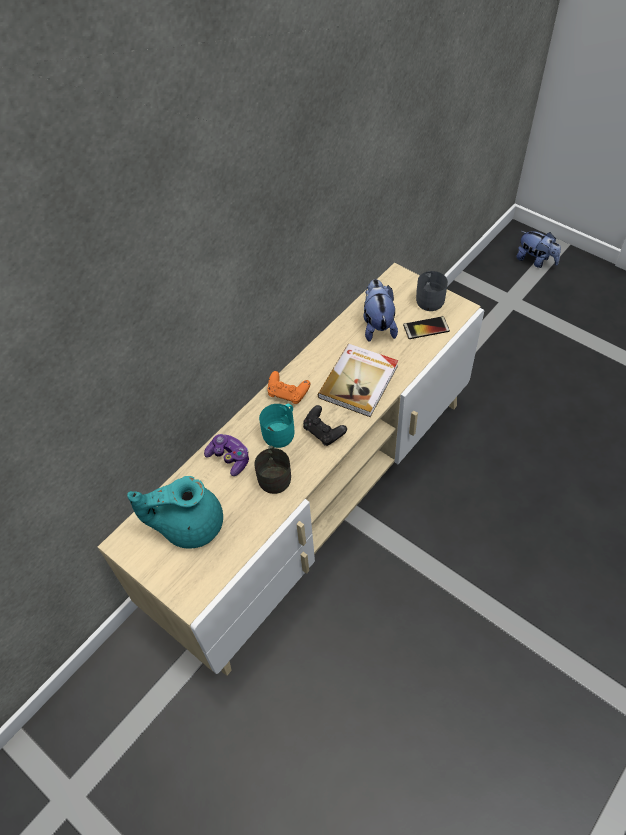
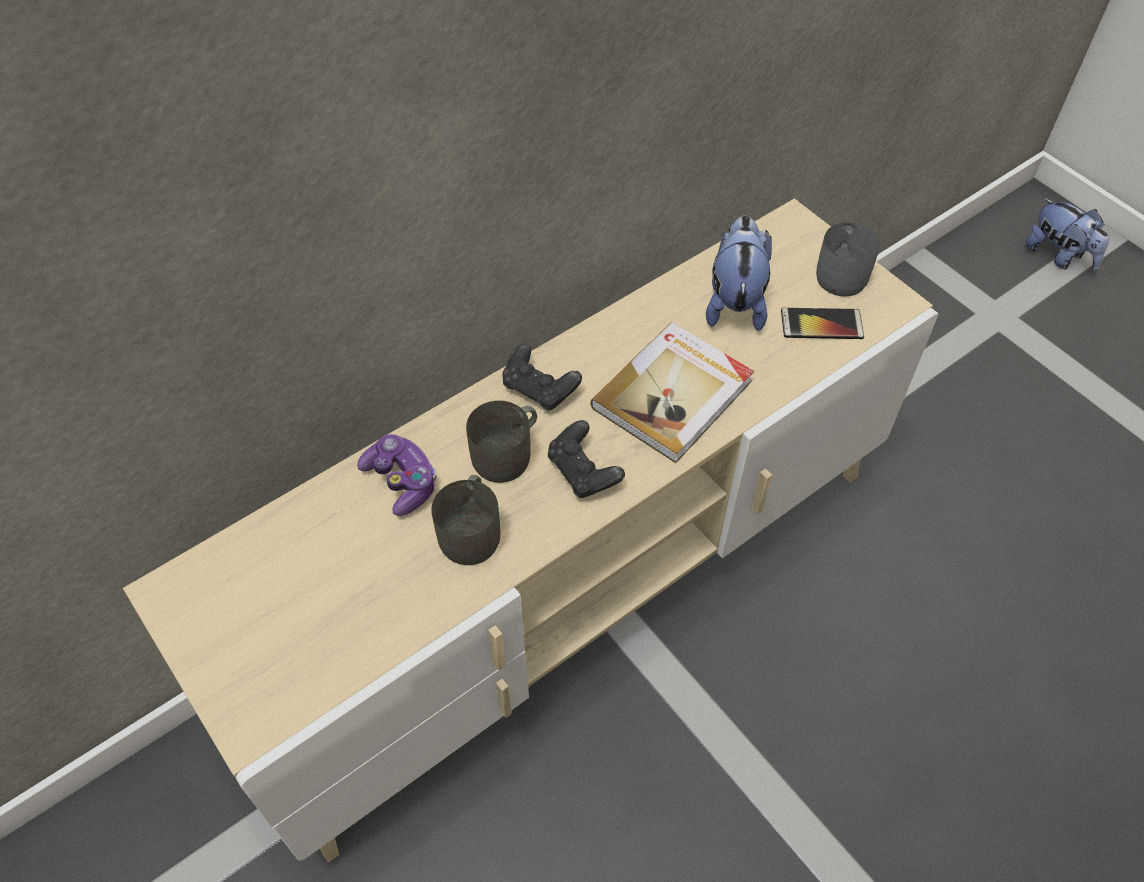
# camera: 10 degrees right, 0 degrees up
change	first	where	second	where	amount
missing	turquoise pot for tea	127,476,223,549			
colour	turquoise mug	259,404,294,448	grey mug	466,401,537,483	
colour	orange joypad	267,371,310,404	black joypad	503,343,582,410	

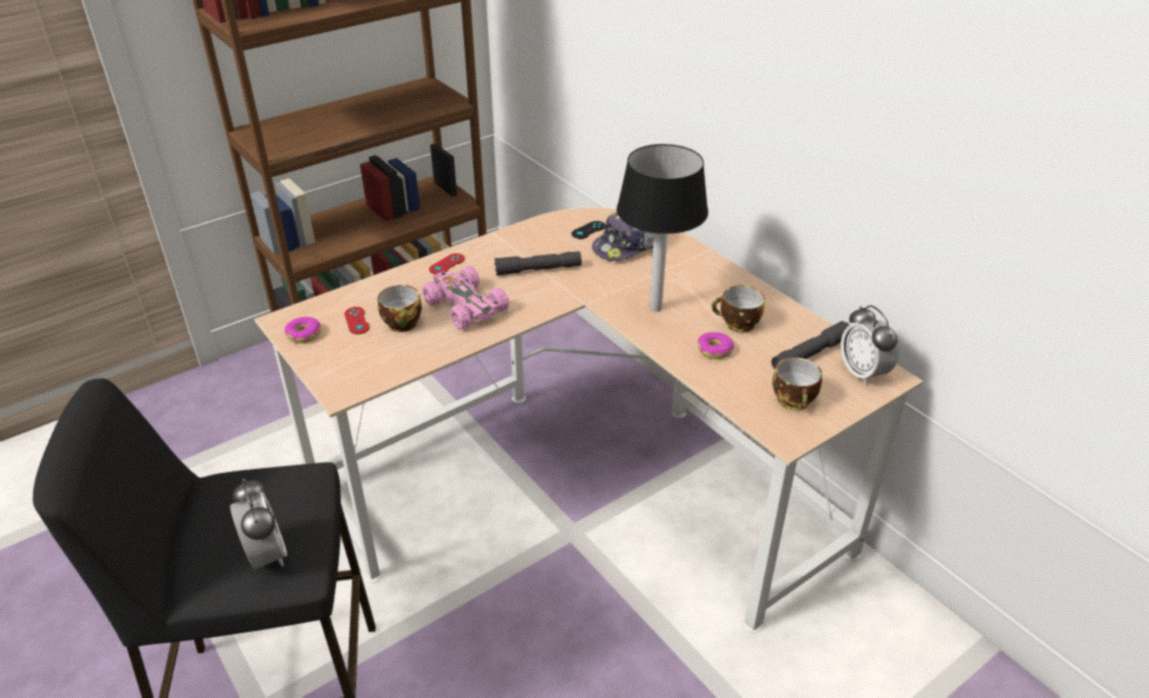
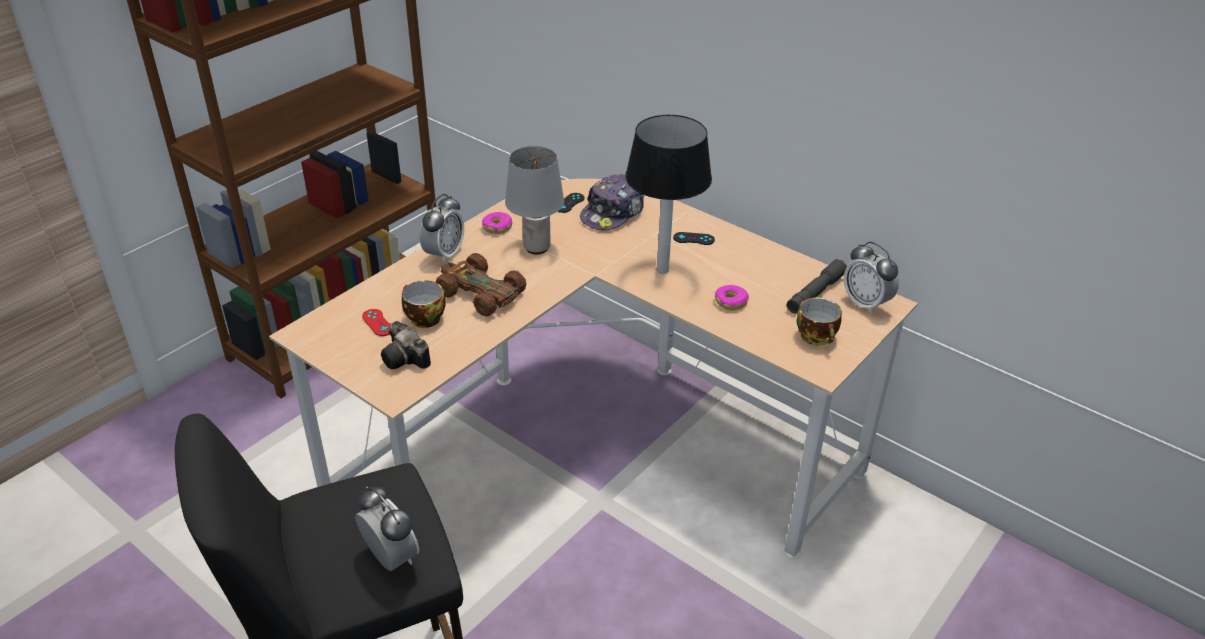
# camera: 15 degrees left, 0 degrees up
change	first	where	second	where	amount
relocated	doughnut	284,317,321,343		482,212,512,234	
colour	pink-coloured miniature car	422,266,509,329	brown miniature car	436,253,526,316	
exchanged	red joypad	429,253,465,274	alarm clock	420,194,464,264	
exchanged	grey hand torch	495,251,582,275	grey lamp for a table	505,146,564,254	
missing	small cup	712,285,765,333			
appeared			still camera	381,321,431,369	
appeared			black joypad	673,232,715,245	

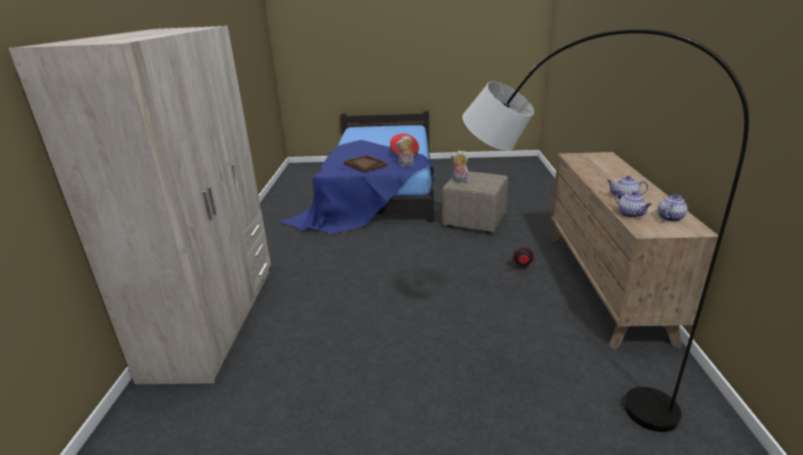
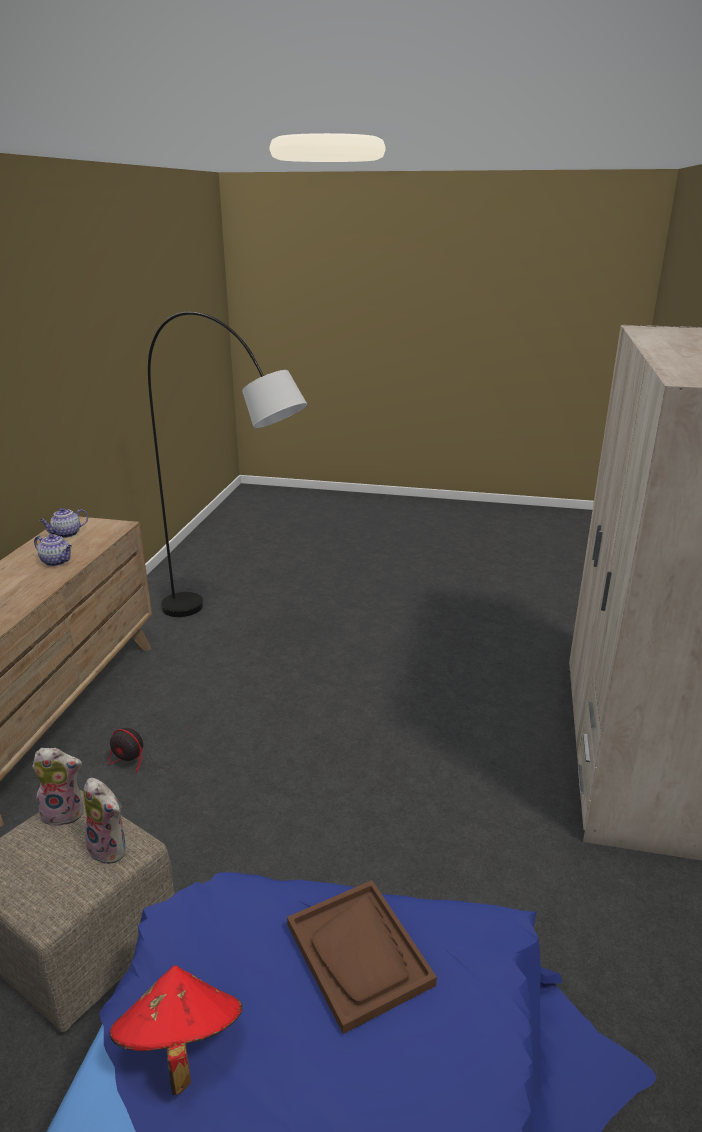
# camera: 170 degrees left, 0 degrees up
change	first	where	second	where	amount
relocated	plush toy	395,136,414,167		32,748,84,827	
missing	pot for tea	615,191,652,218			

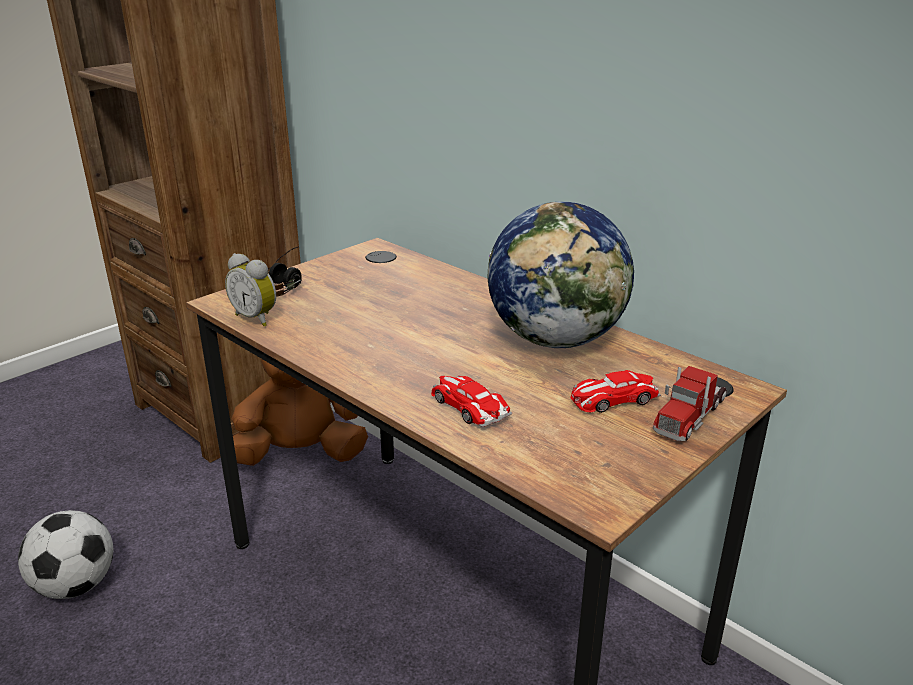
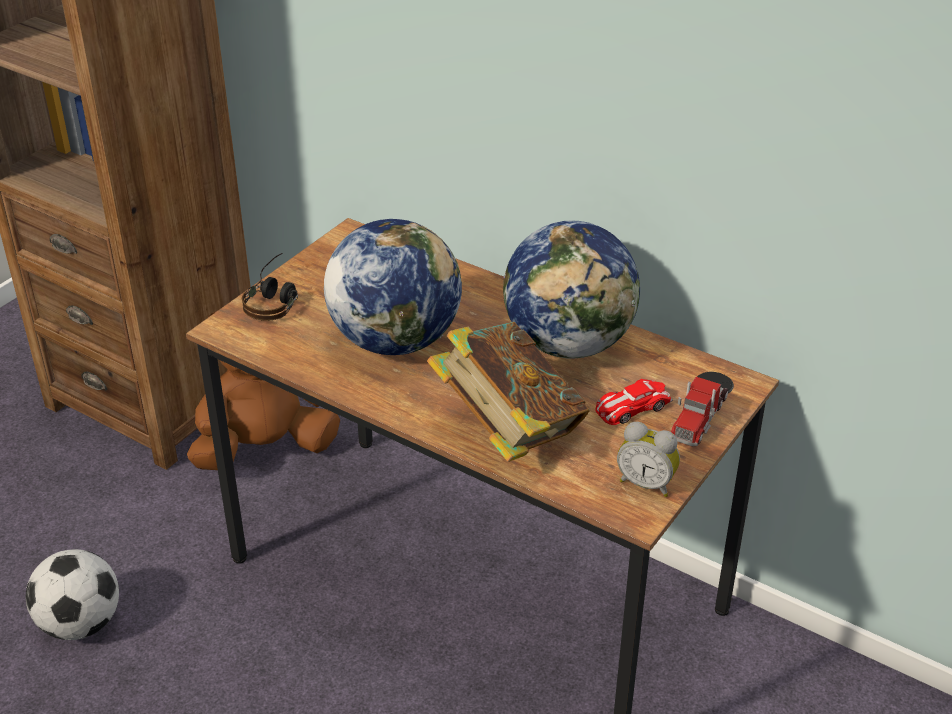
# camera: 10 degrees left, 10 degrees up
change	first	where	second	where	amount
relocated	alarm clock	225,253,276,326		617,422,680,497	
exchanged	miniature car	431,375,512,427	volume	427,322,590,462	
appeared			world globe	324,219,462,355	

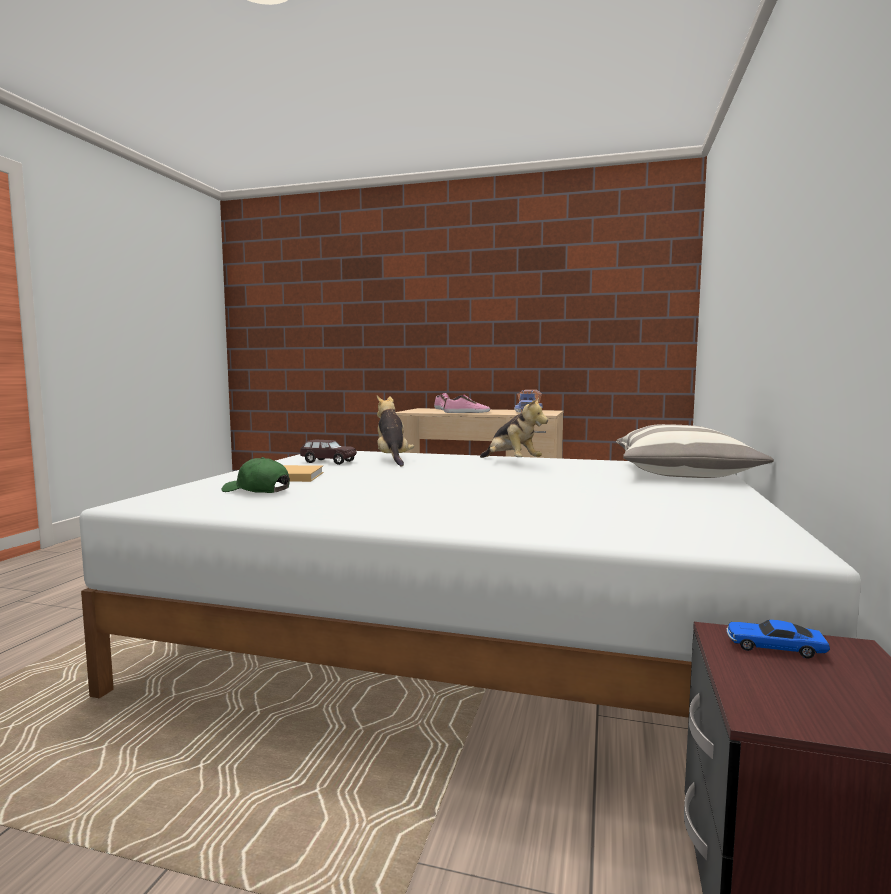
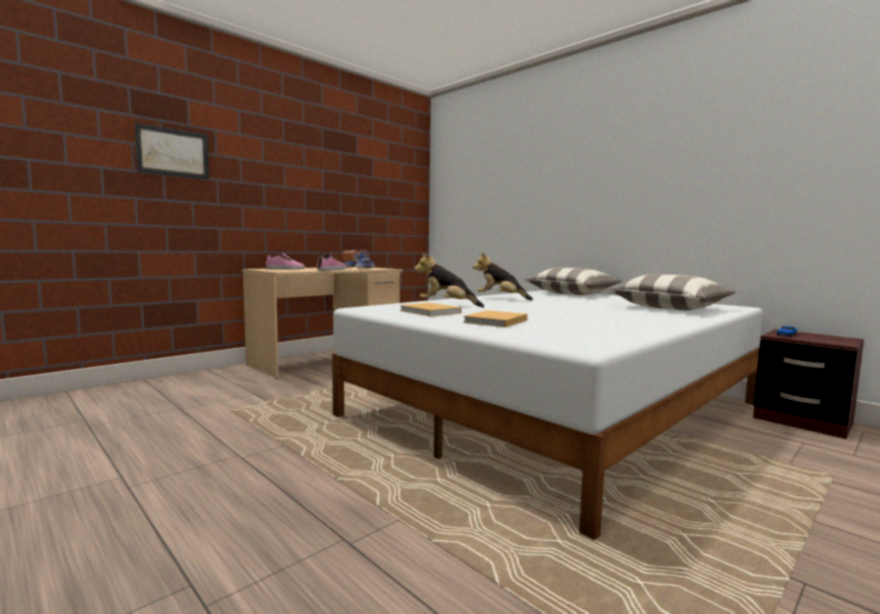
# camera: 60 degrees left, 0 degrees up
change	first	where	second	where	amount
missing	green-coloured baseball cap	221,457,290,493			
exchanged	brown miniature car	300,440,357,465	beige-coloured volume	400,303,461,317	
spun	plush toy	480,397,548,458		473,252,533,300	150 degrees counterclockwise
appeared			picture	134,123,209,180	
appeared			cushion	608,274,736,310	

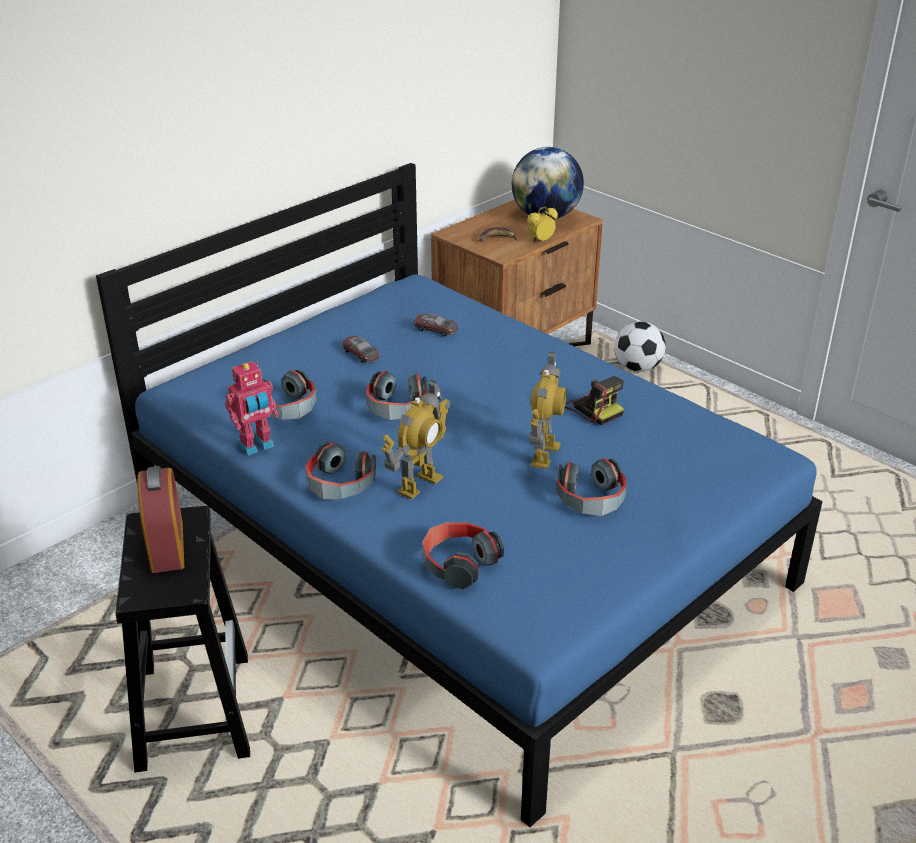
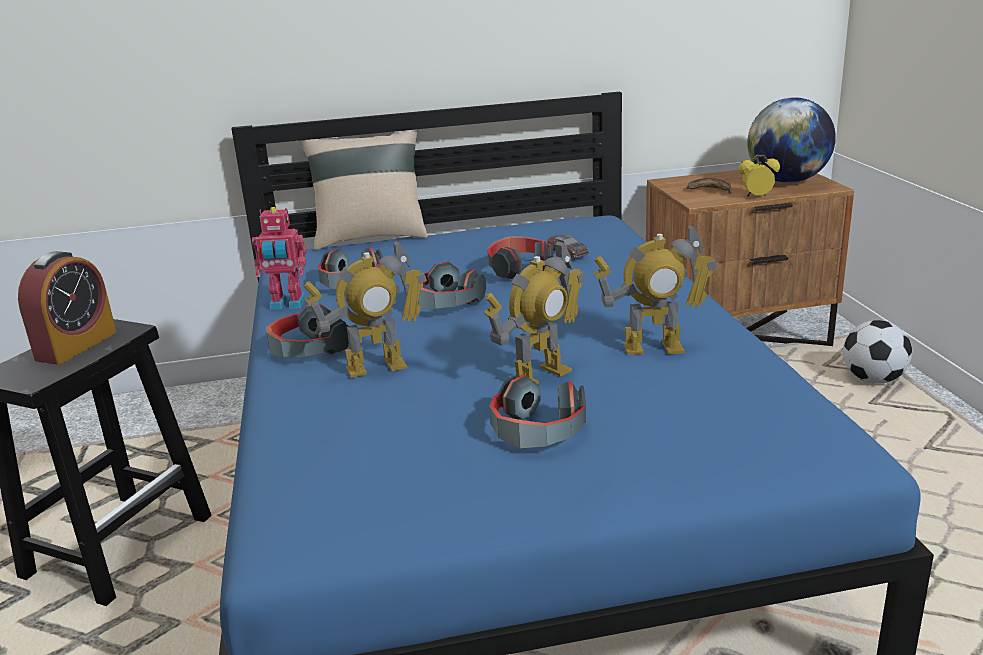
# camera: 35 degrees right, 10 degrees down
change	first	where	second	where	amount
missing	miniature car	342,336,380,363			
relocated	headset	422,522,504,589		487,236,553,279	
exchanged	still camera	565,376,624,425	model robot	594,223,717,355	
appeared			beige-coloured cushion	299,129,428,250	

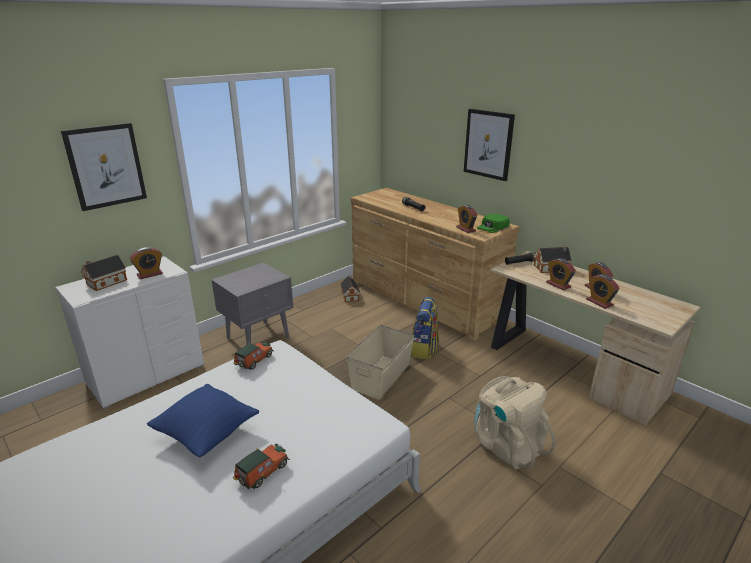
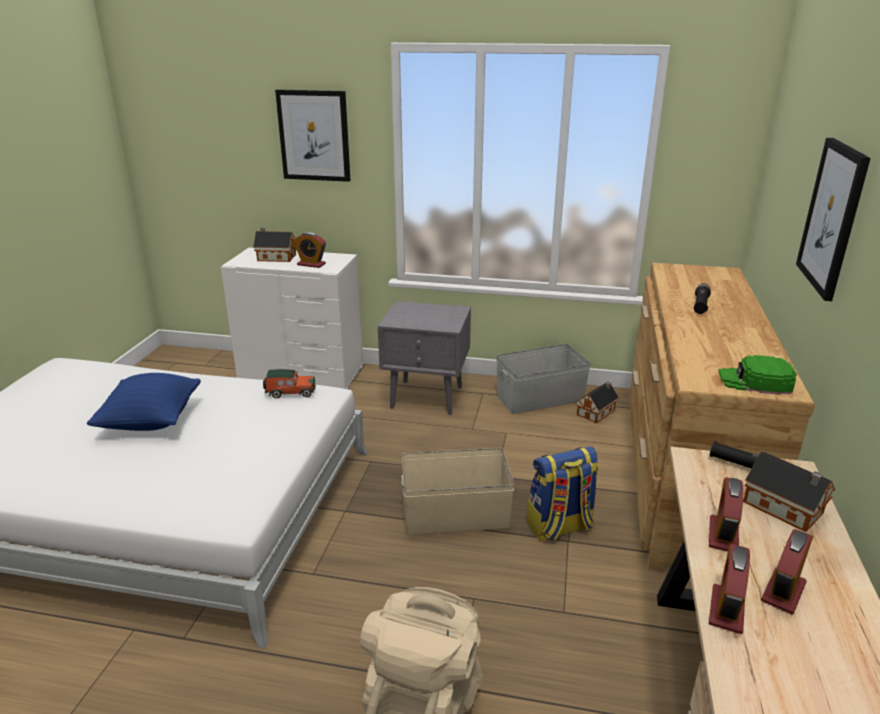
# camera: 55 degrees right, 0 degrees up
change	first	where	second	where	amount
missing	miniature car	233,444,290,489			
missing	alarm clock	456,205,477,233			
appeared			grey storage container	496,344,591,414	

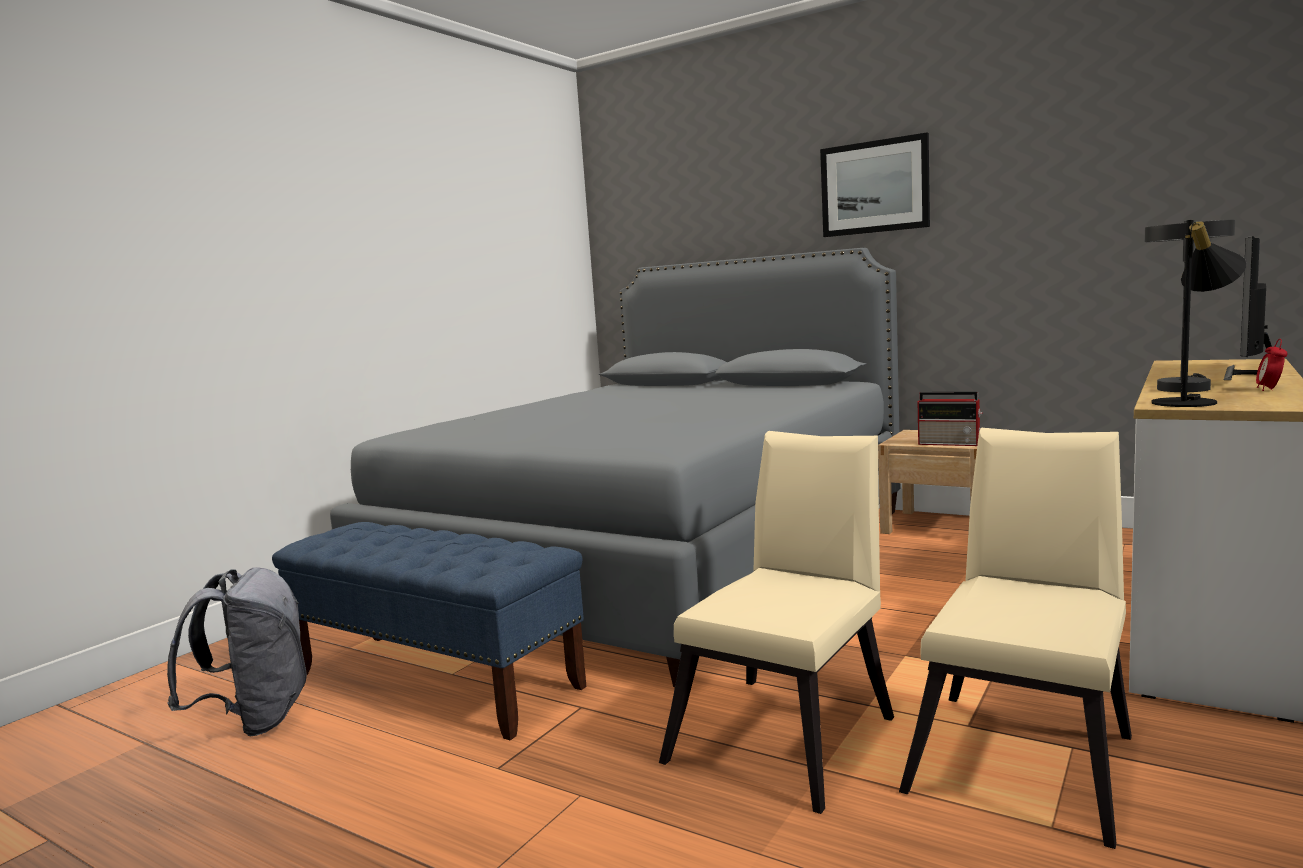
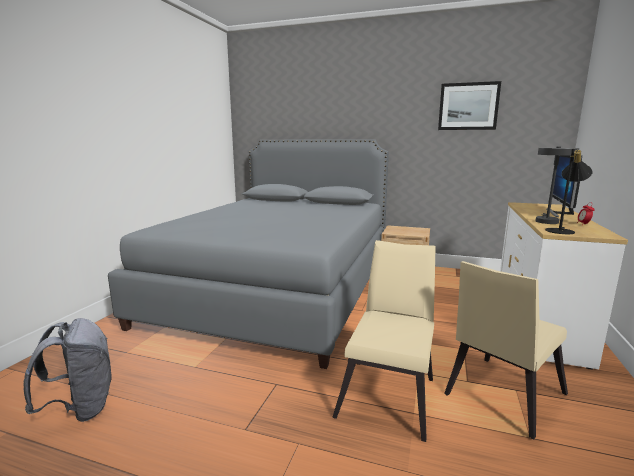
# camera: 15 degrees left, 5 degrees up
change	first	where	second	where	amount
missing	blue long seat	272,522,586,740			
relocated	picture	820,132,930,237		438,81,501,130	
spun	beige-coloured upright chair	899,428,1132,849		444,261,568,439	150 degrees counterclockwise
missing	radio receiver	918,392,983,446			

